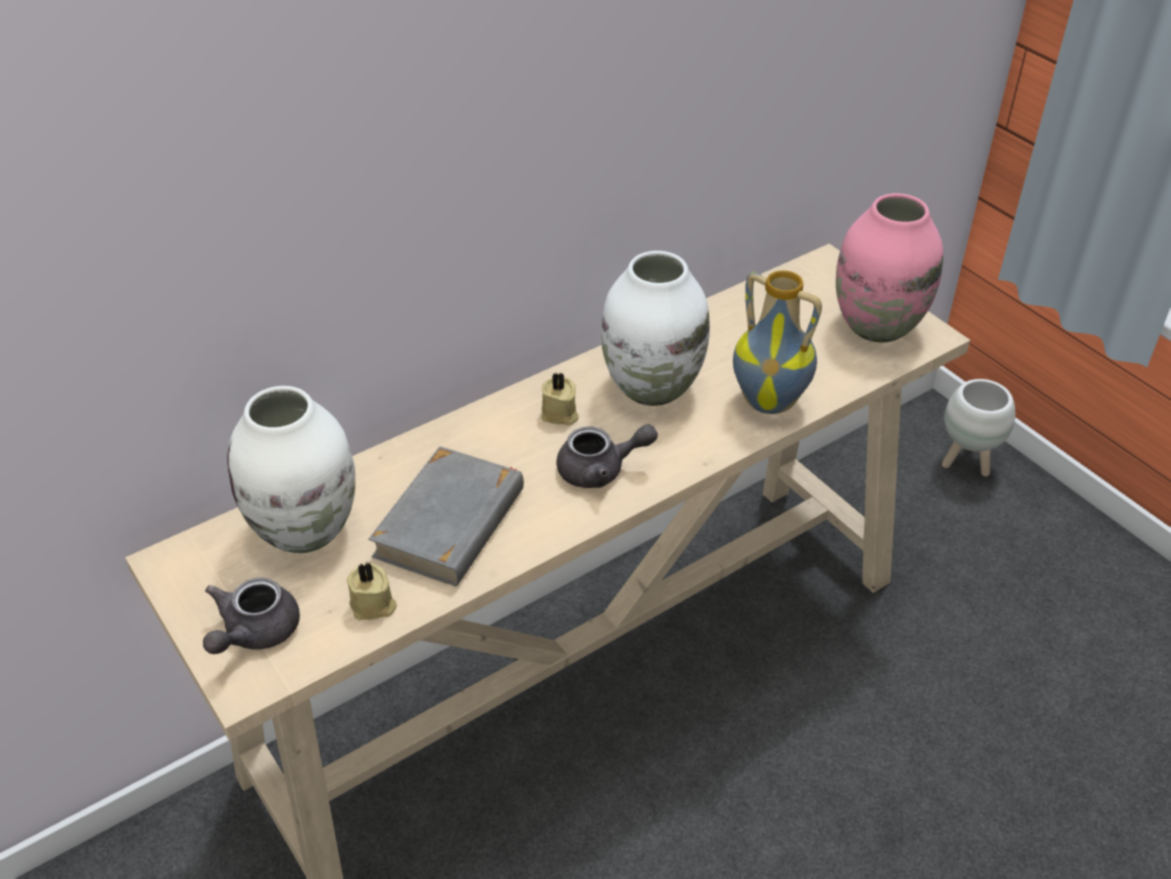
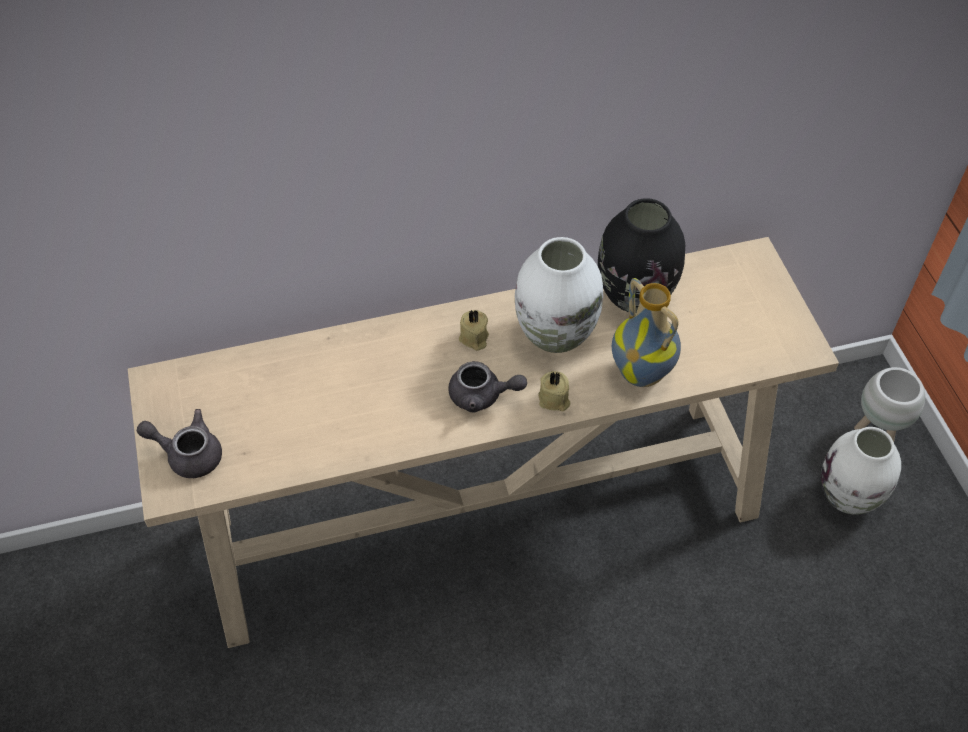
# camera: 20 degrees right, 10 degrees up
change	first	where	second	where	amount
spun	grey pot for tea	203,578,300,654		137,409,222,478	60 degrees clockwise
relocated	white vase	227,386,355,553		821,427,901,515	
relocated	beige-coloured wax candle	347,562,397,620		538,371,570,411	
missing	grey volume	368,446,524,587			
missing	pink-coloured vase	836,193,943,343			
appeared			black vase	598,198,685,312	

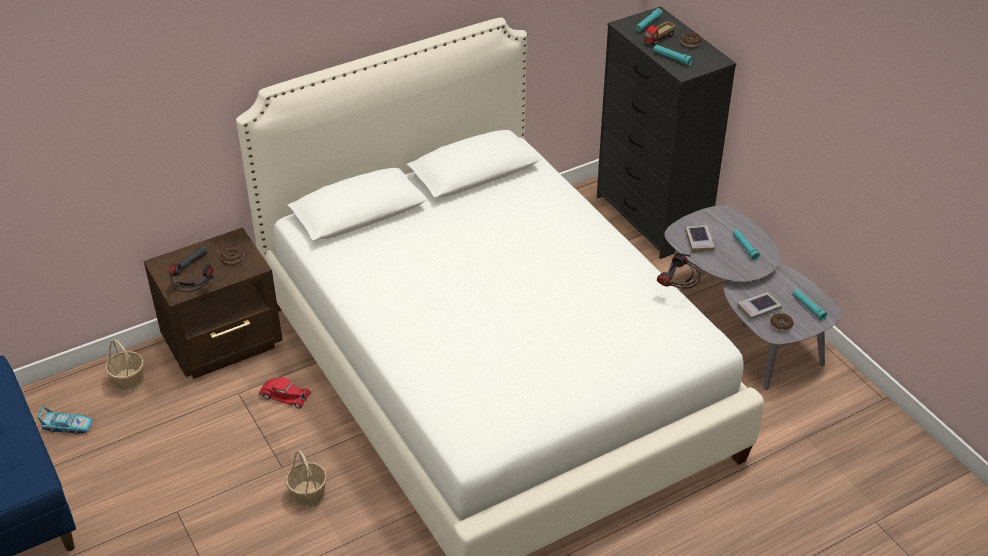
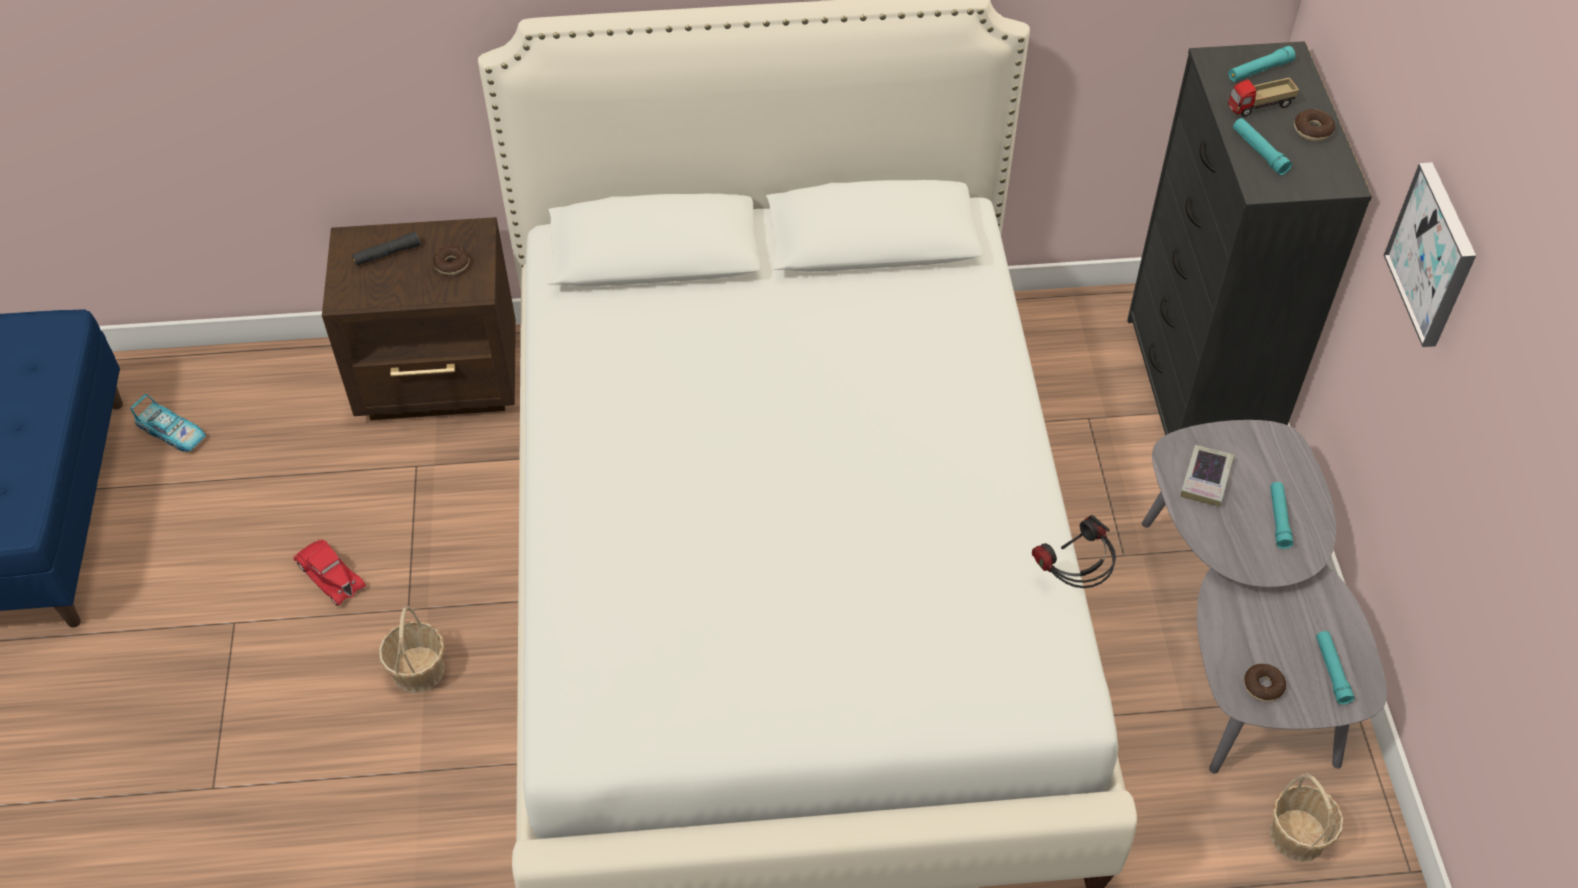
# camera: 25 degrees right, 10 degrees up
change	first	where	second	where	amount
relocated	household basket	105,339,144,393		1270,773,1343,862	
missing	headset	169,264,213,293			
relocated	red miniature car	259,377,311,409		294,540,366,606	
missing	volume	737,292,782,320			
appeared			picture	1384,162,1476,347	

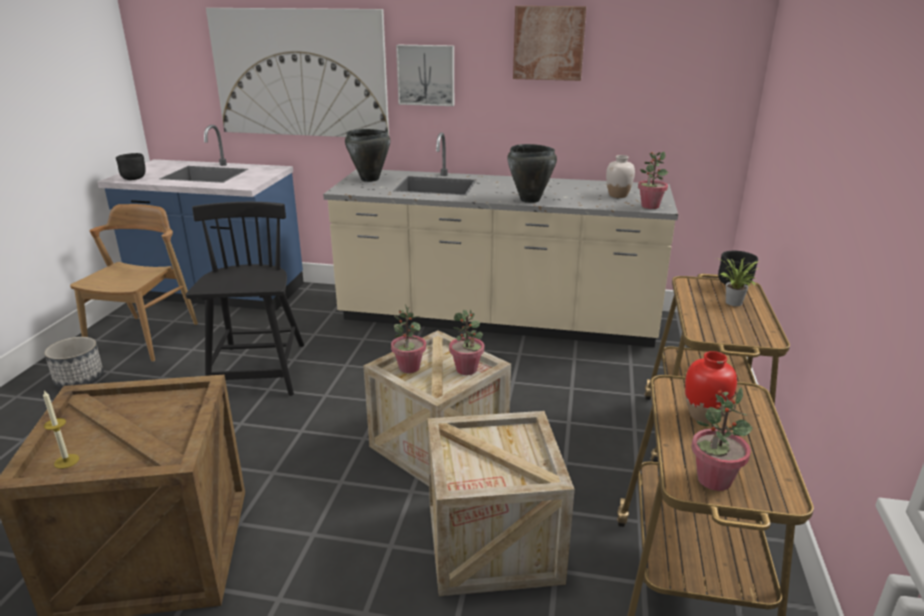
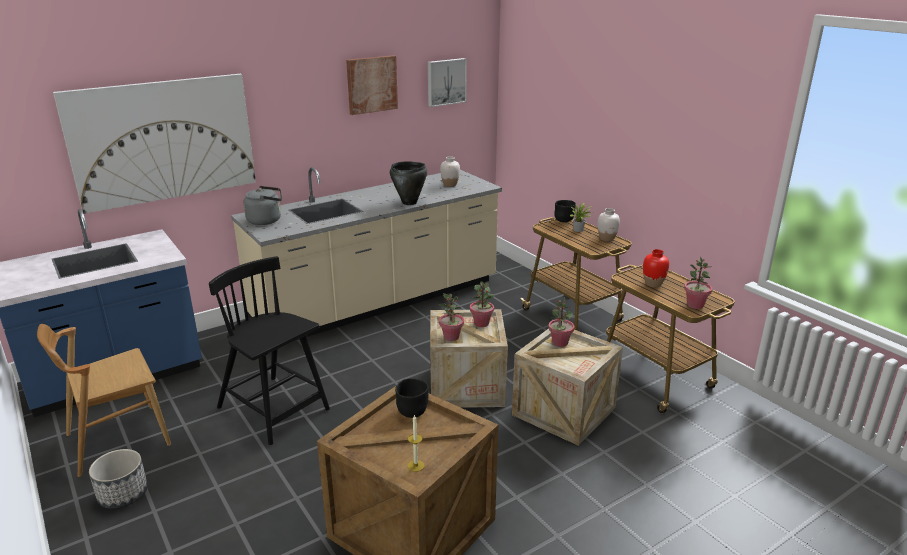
# camera: 45 degrees left, 0 degrees up
change	first	where	second	where	amount
spun	brown upright chair	70,204,198,362		37,324,171,477	90 degrees counterclockwise
relocated	black bowl	116,153,145,180		395,378,429,418	
exchanged	black stockpot	345,129,391,182	grey tea kettle	243,186,282,225	
relocated	picture	396,45,454,106		428,58,467,107	
relocated	houseplant	638,151,668,209		548,297,574,347	
appeared			white vase	597,208,620,241	

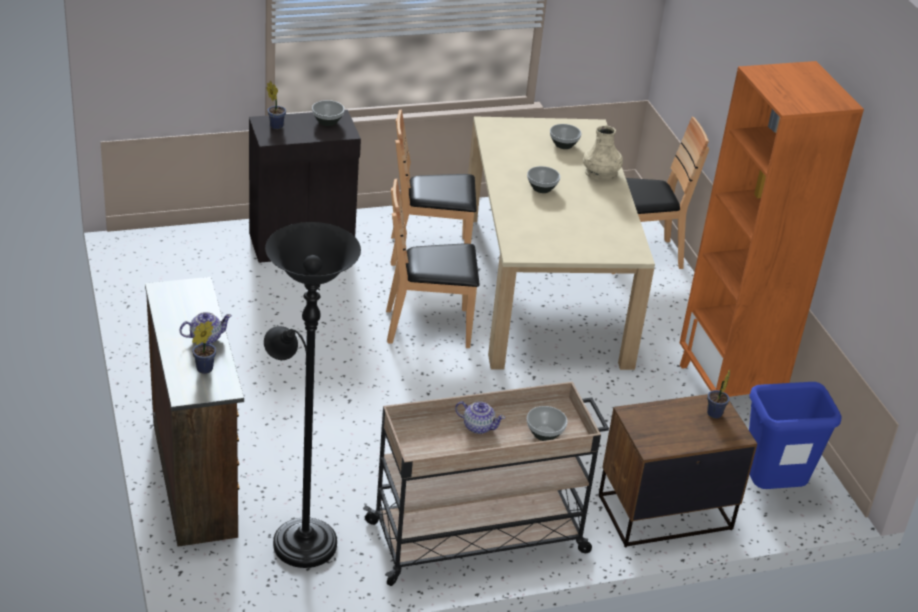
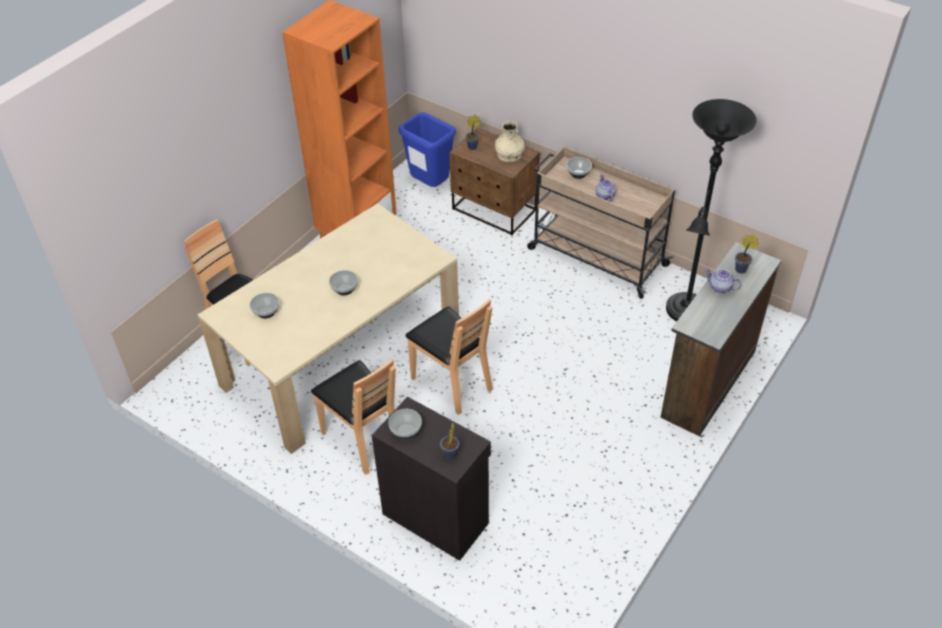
# camera: 125 degrees left, 10 degrees up
change	first	where	second	where	amount
relocated	beige-coloured vase	583,125,623,180		495,121,525,162	

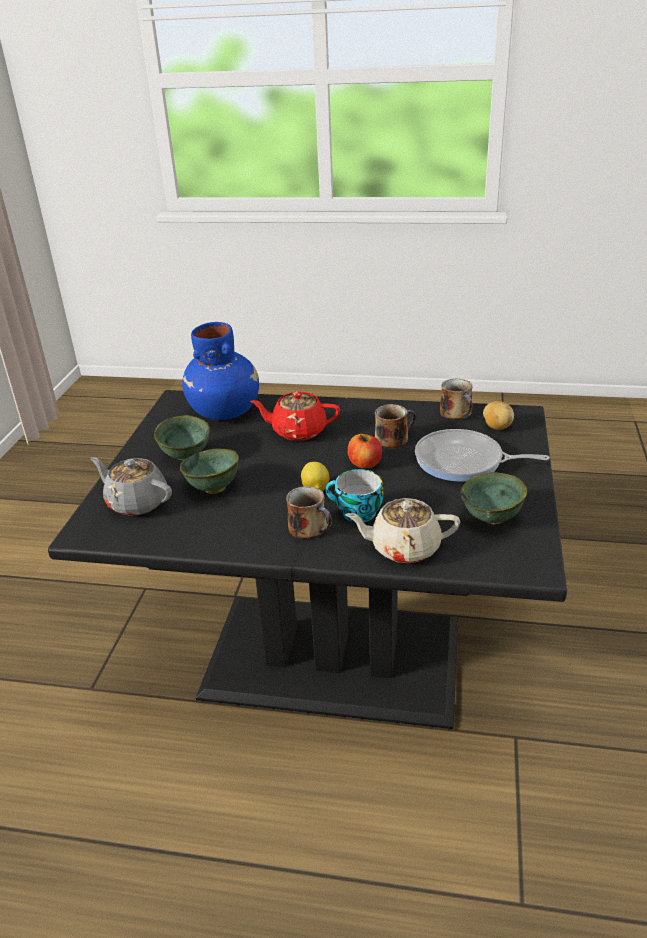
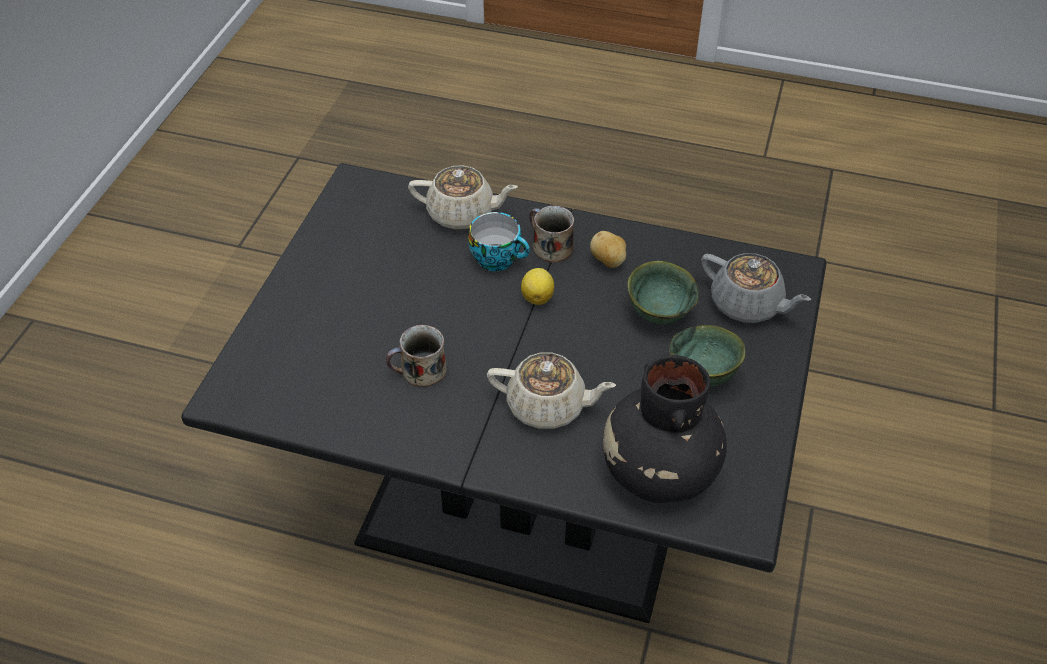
# camera: 175 degrees left, 15 degrees up
change	first	where	second	where	amount
colour	blue vase	182,322,259,420	black vase	603,355,727,503	
colour	red pot for tea	250,391,340,441	beige-coloured pot for tea	487,352,616,429	
missing	whole apple	348,434,382,469			
missing	skillet	415,429,550,482			
missing	mug	440,379,473,420			
missing	green-coloured bowl	460,472,527,525			
relocated	whole potato	483,401,514,430		590,231,626,268	

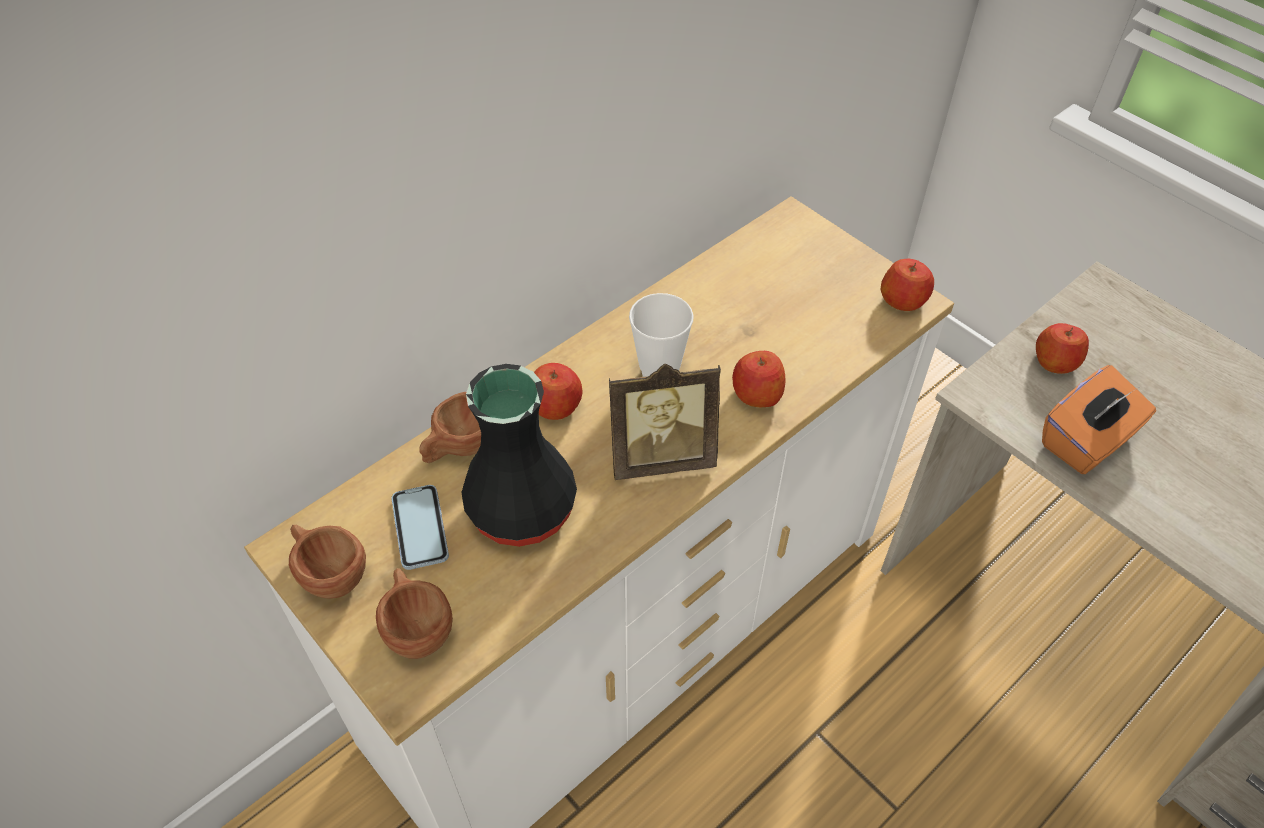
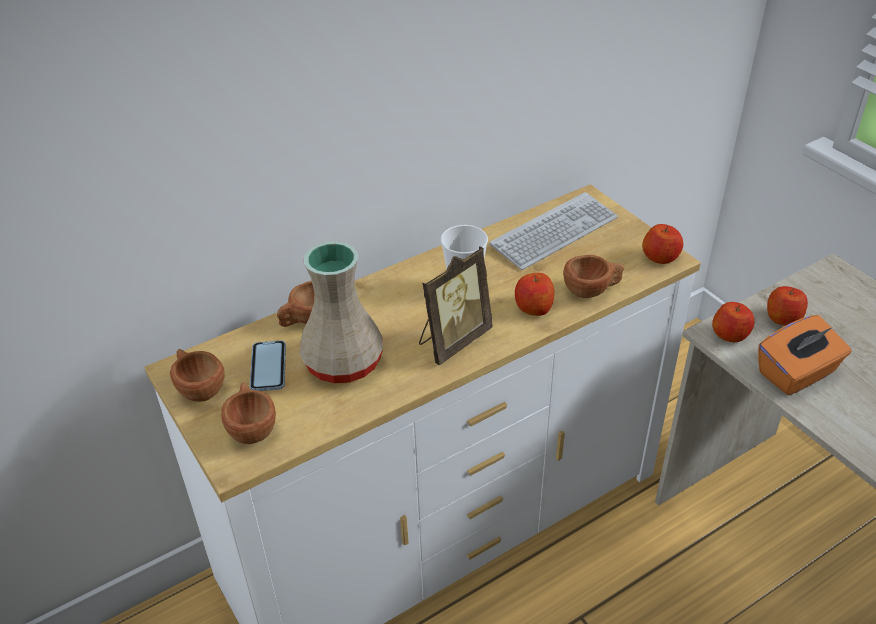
# camera: 10 degrees right, 10 degrees down
change	first	where	second	where	amount
colour	black vase	461,364,577,547	beige-coloured vase	300,241,383,383	
relocated	whole apple	534,363,583,420		712,302,755,342	
spun	picture frame	609,364,721,480		419,246,492,365	45 degrees counterclockwise
appeared			computer keyboard	490,192,618,270	
appeared			brown small cup	563,255,624,298	

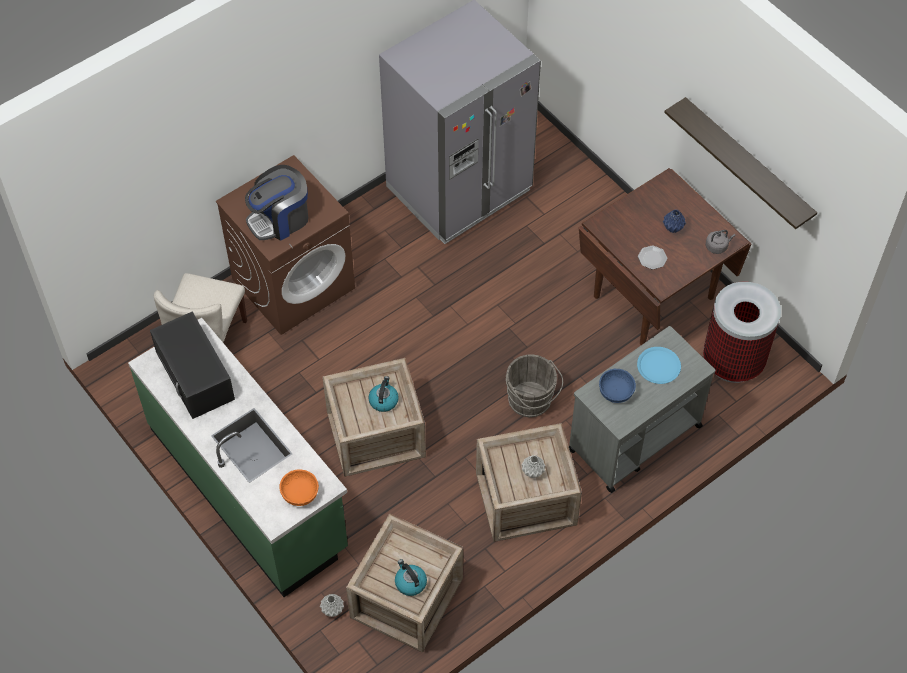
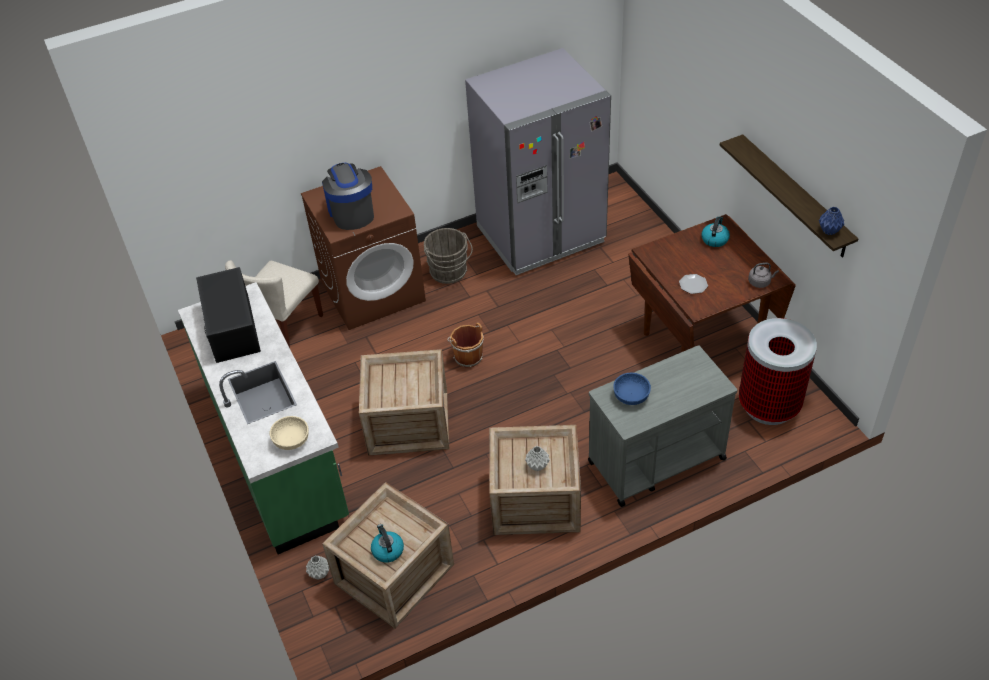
# camera: 15 degrees right, 10 degrees down
change	first	where	second	where	amount
spun	coffee maker	245,165,308,241		322,163,374,230	90 degrees clockwise
colour	orange bowl	280,469,319,506	beige-coloured bowl	270,416,309,450	
relocated	tea kettle	368,376,399,412		701,216,730,247	
relocated	grey water bucket	506,355,563,417		424,228,473,284	
missing	blue flat dish	637,347,681,384			
relocated	blue vase	663,209,686,233		819,207,844,235	
appeared			brown water bucket	447,323,484,368	

